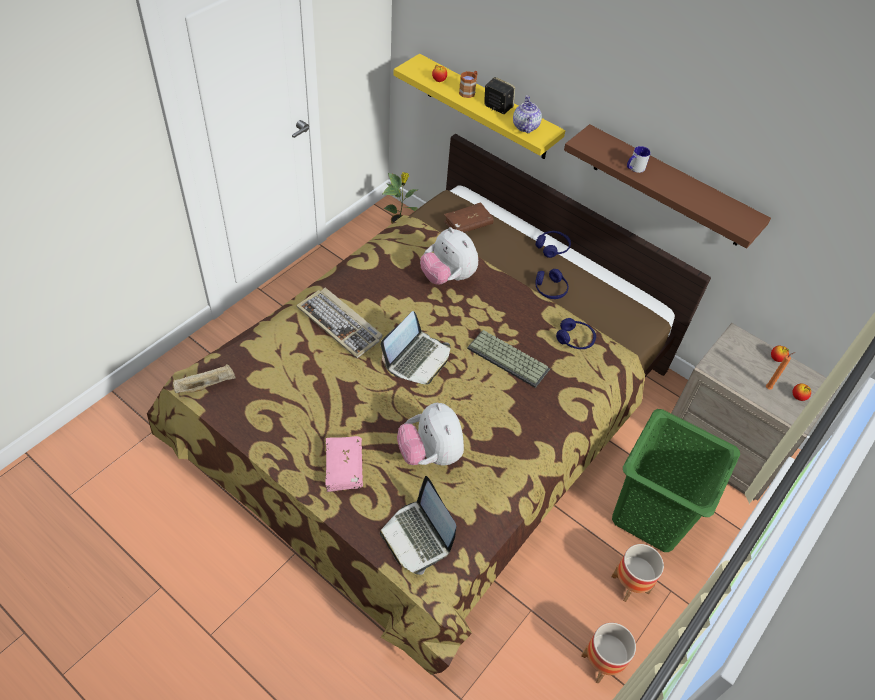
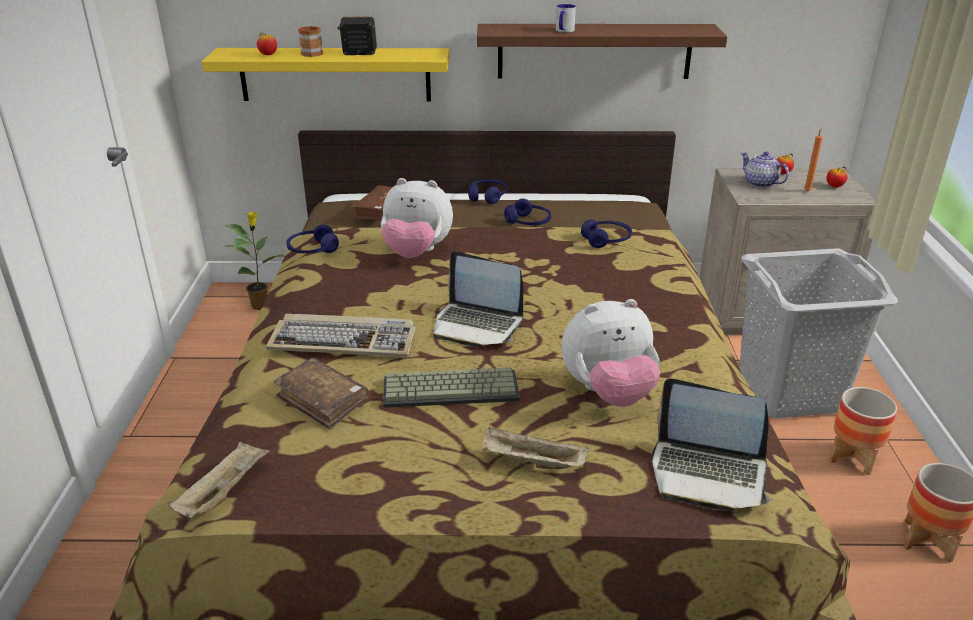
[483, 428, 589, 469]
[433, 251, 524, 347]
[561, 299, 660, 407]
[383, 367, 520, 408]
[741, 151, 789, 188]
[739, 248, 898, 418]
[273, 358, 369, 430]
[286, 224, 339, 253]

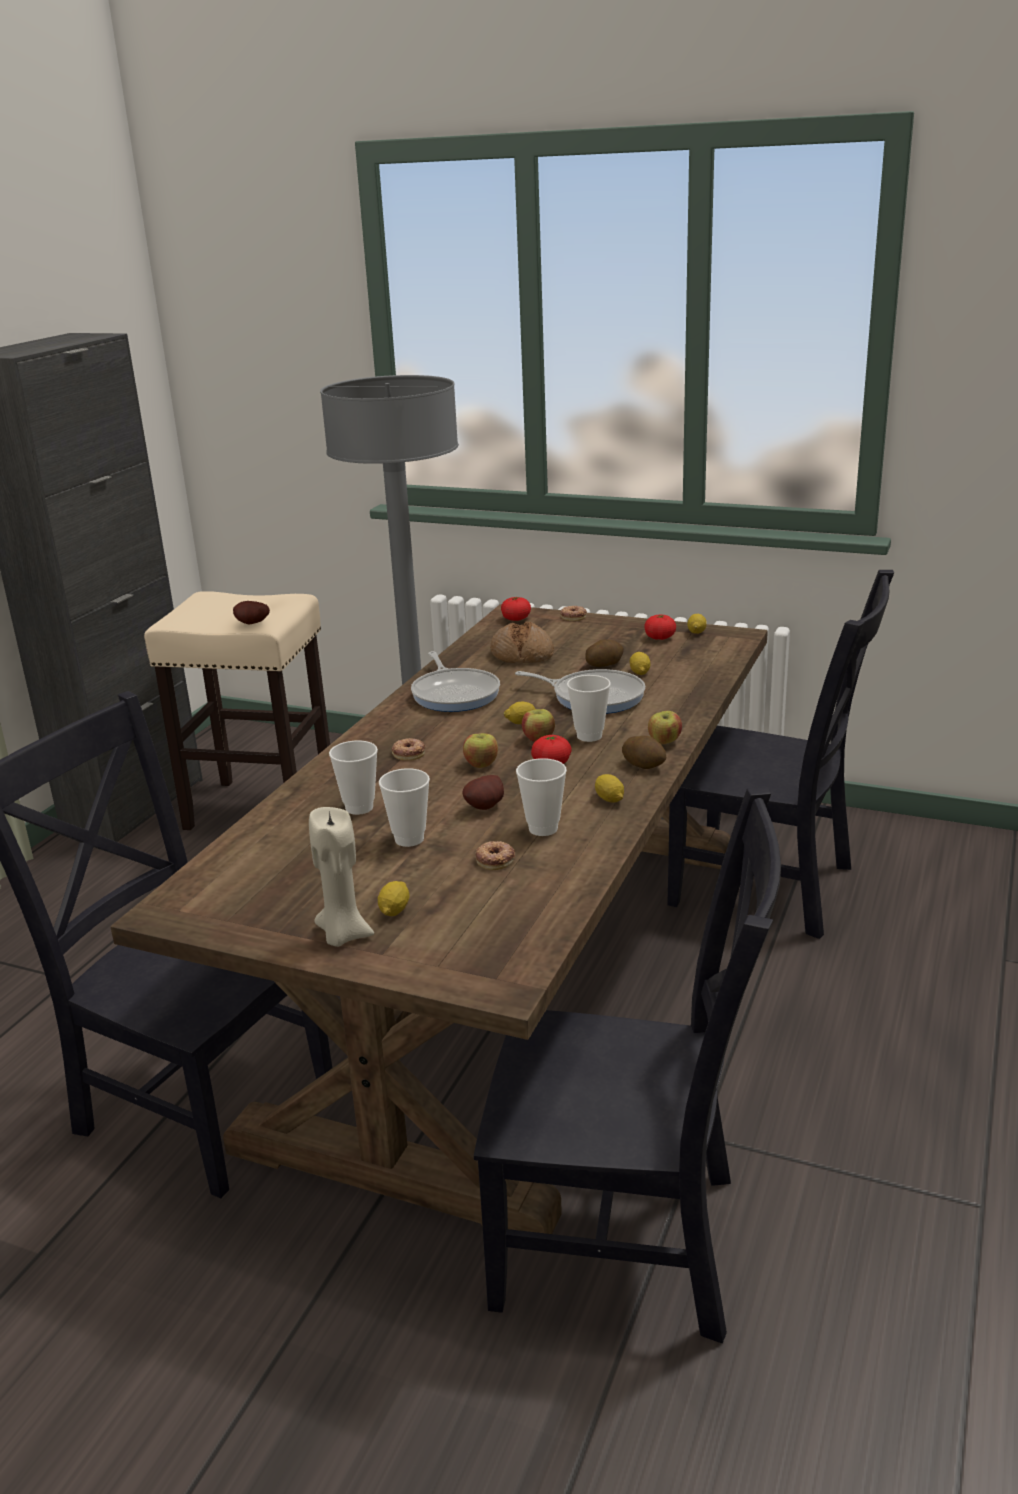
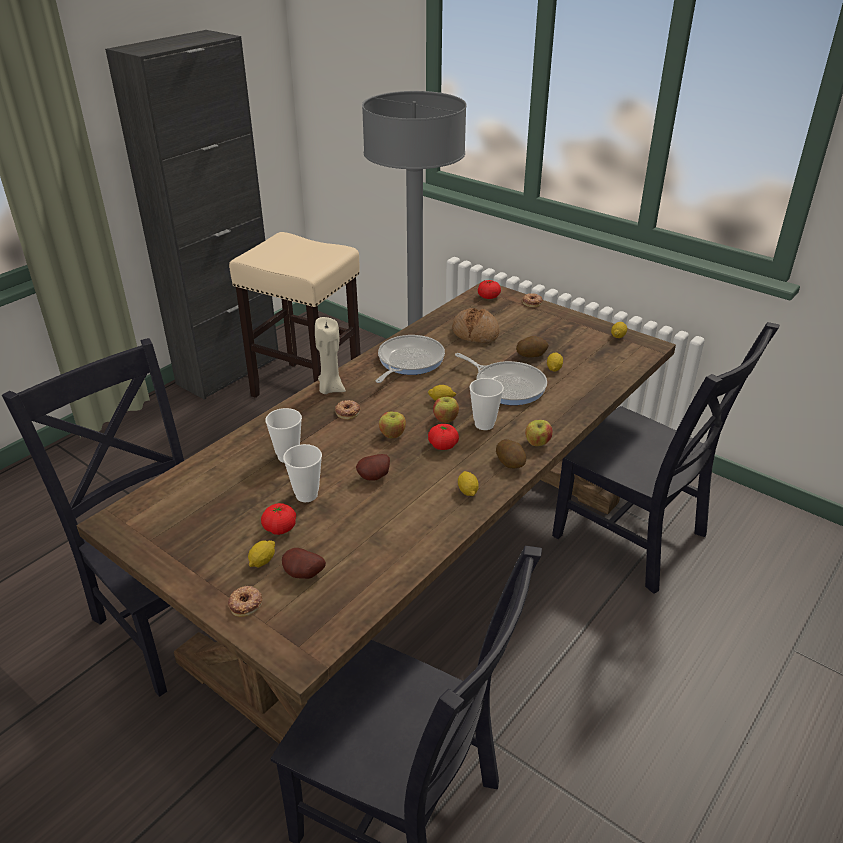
[282, 548, 326, 579]
[315, 317, 346, 394]
[376, 335, 445, 383]
[228, 586, 263, 617]
[516, 758, 567, 836] (first image)
[261, 503, 296, 535]

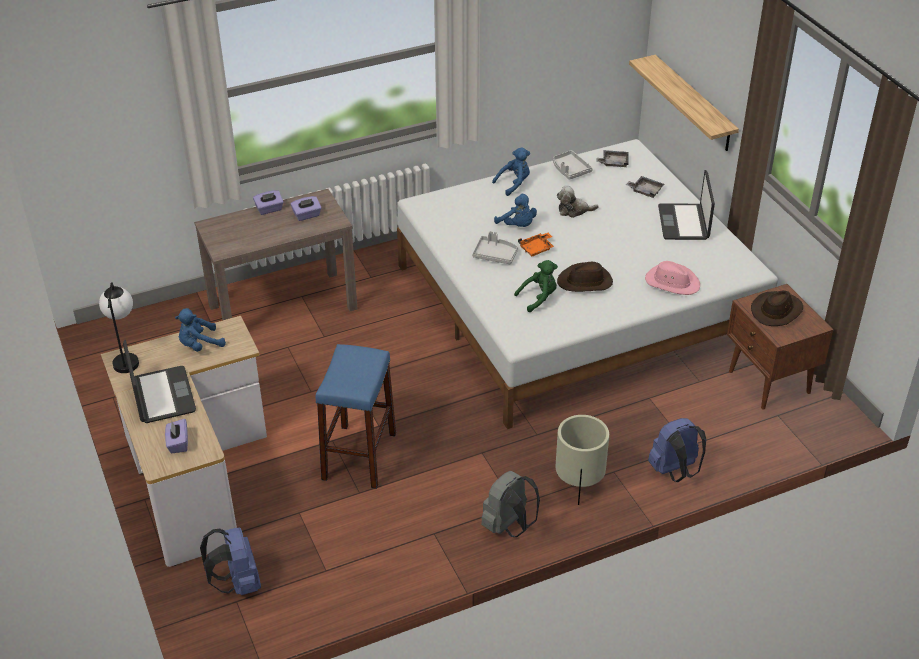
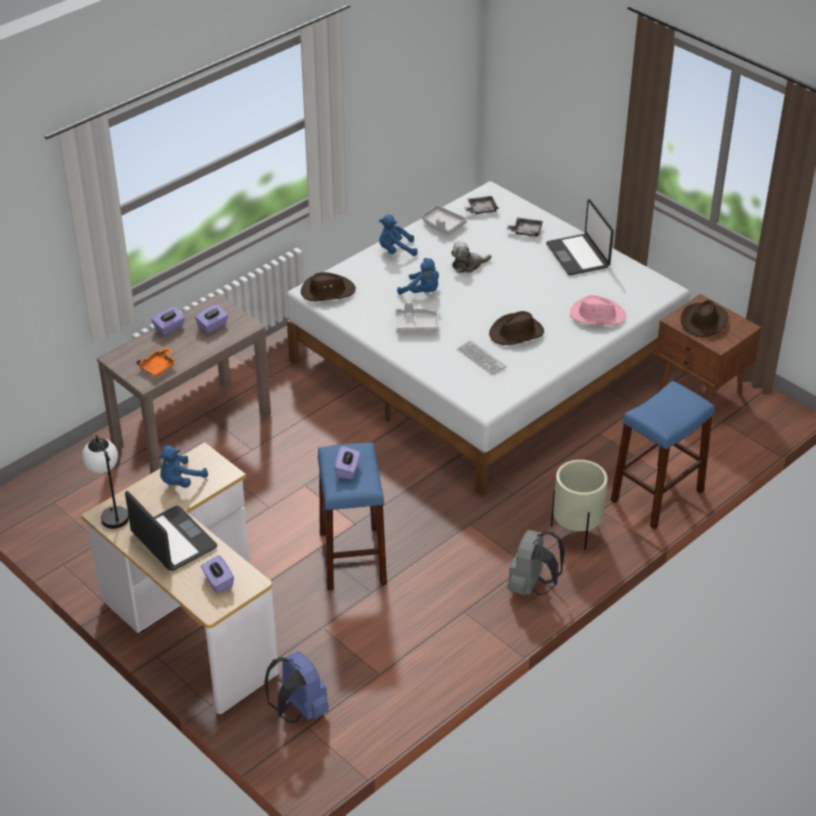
[379, 215, 418, 256]
[457, 340, 506, 375]
[136, 347, 177, 377]
[629, 55, 739, 151] (first image)
[611, 381, 715, 529]
[301, 272, 356, 302]
[334, 446, 360, 479]

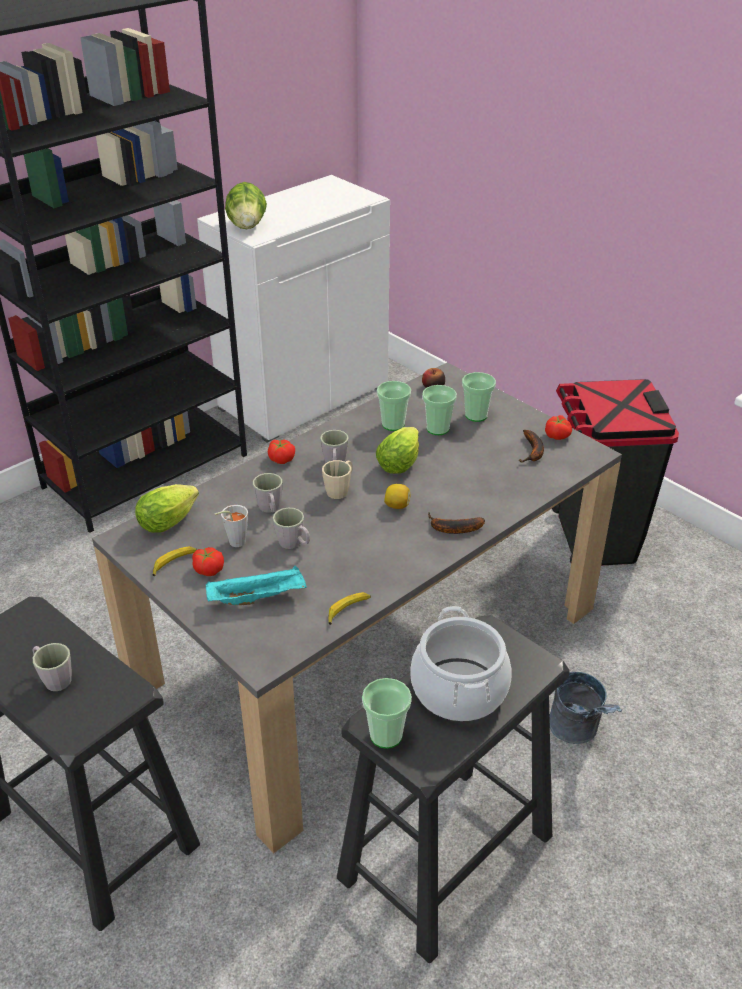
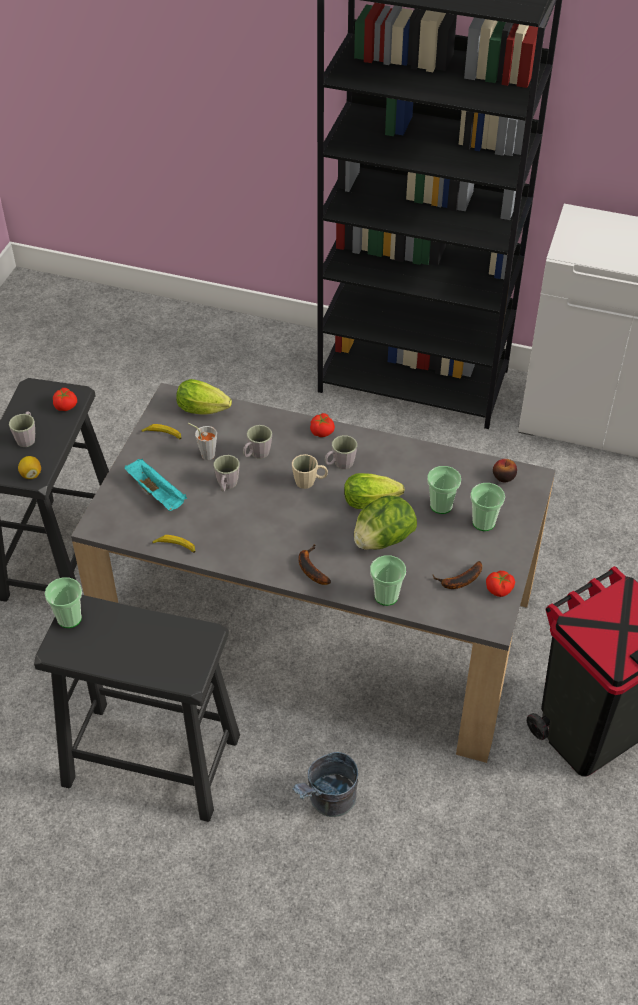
[53, 388, 77, 411]
[354, 496, 417, 550]
[370, 555, 406, 606]
[18, 456, 41, 479]
[410, 606, 512, 721] (first image)

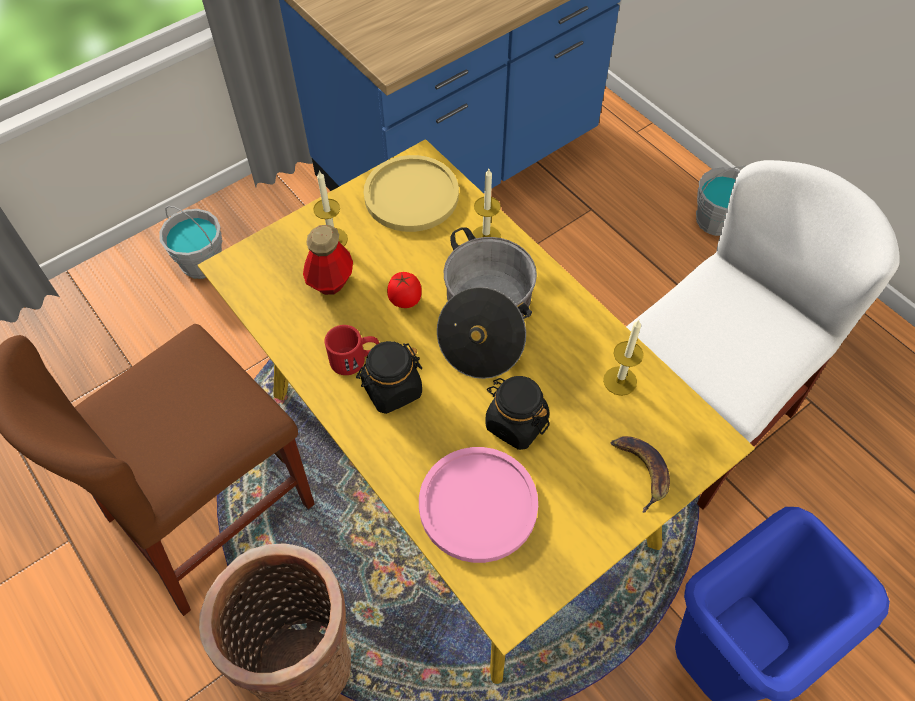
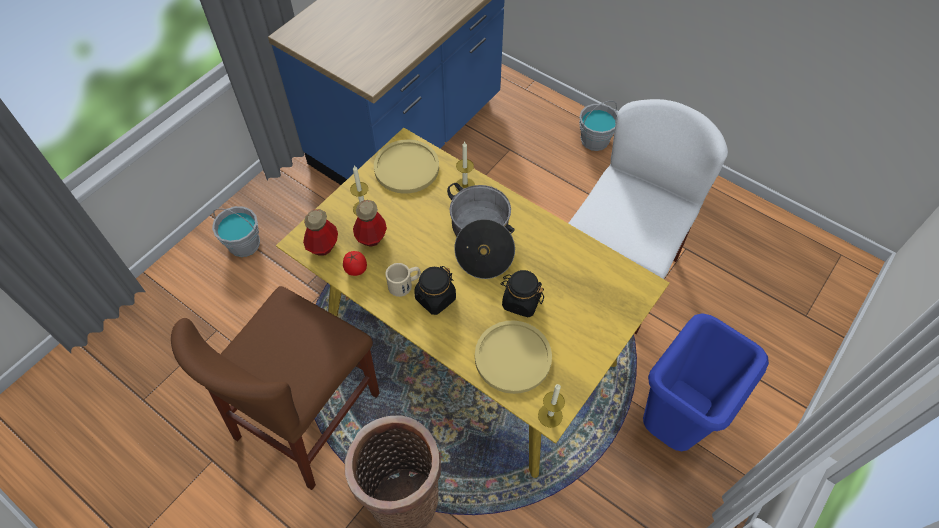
[386, 263, 421, 297]
[343, 251, 367, 276]
[475, 320, 552, 394]
[538, 384, 565, 428]
[611, 436, 670, 513] (first image)
[303, 209, 338, 256]

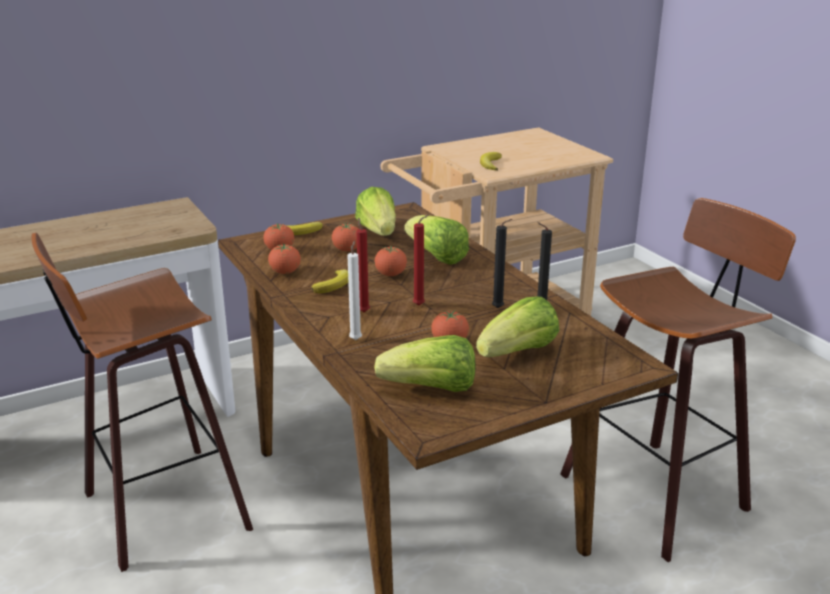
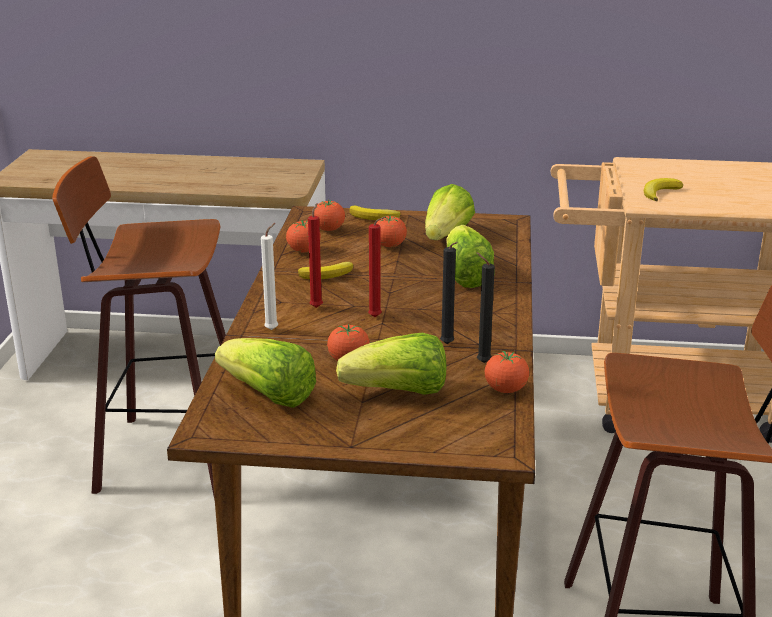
[485, 351, 529, 393]

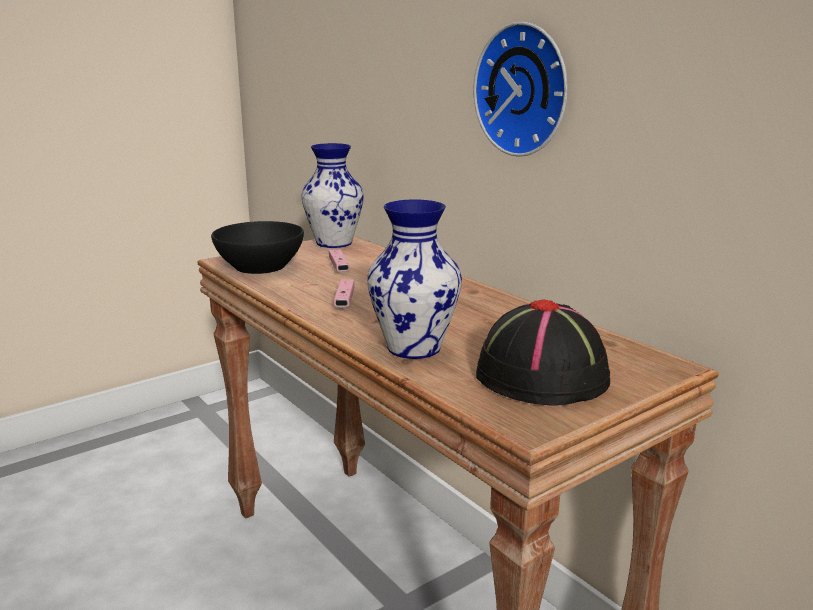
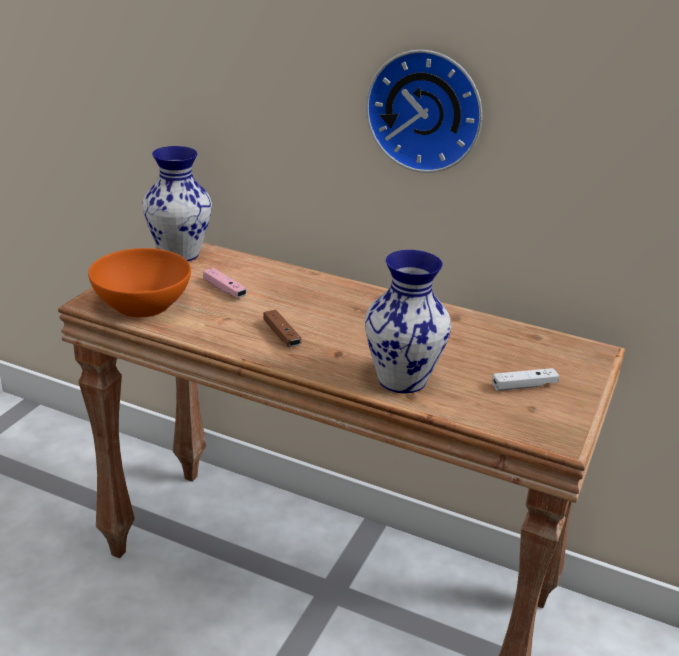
[88, 248, 191, 317]
[263, 310, 301, 347]
[492, 368, 559, 391]

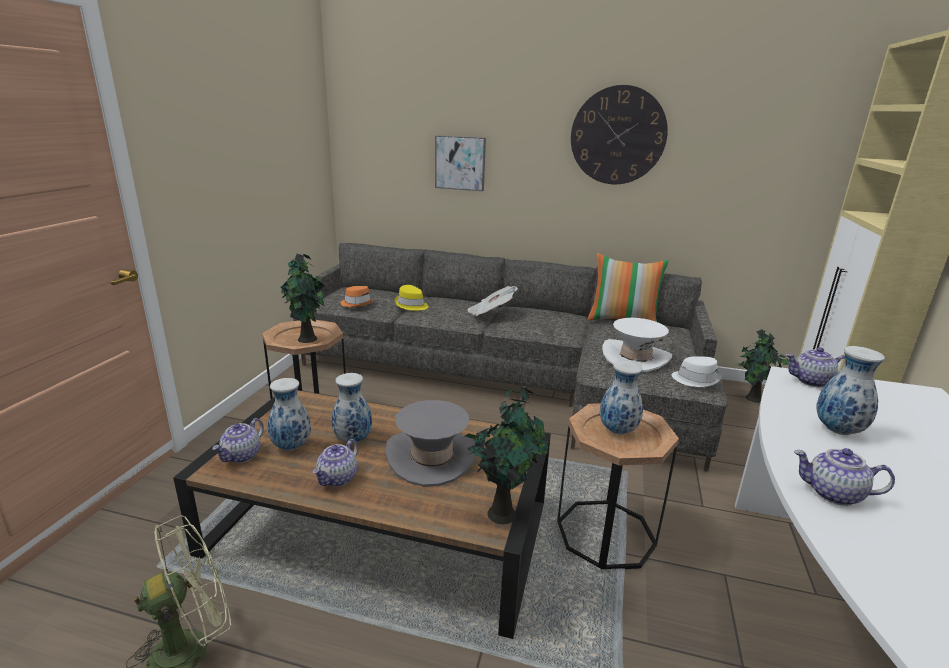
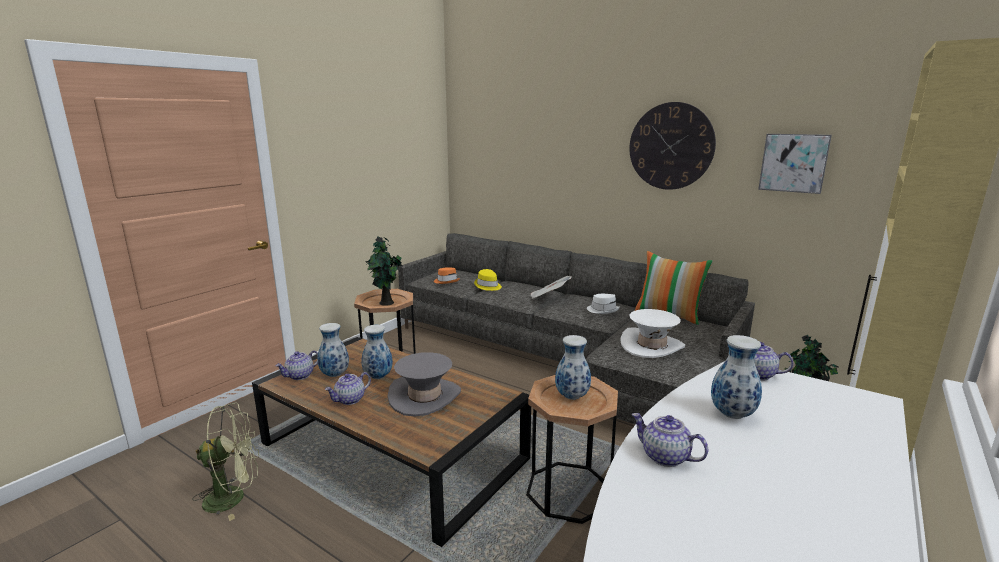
[758, 134, 832, 194]
[465, 387, 549, 524] (first image)
[587, 294, 620, 314]

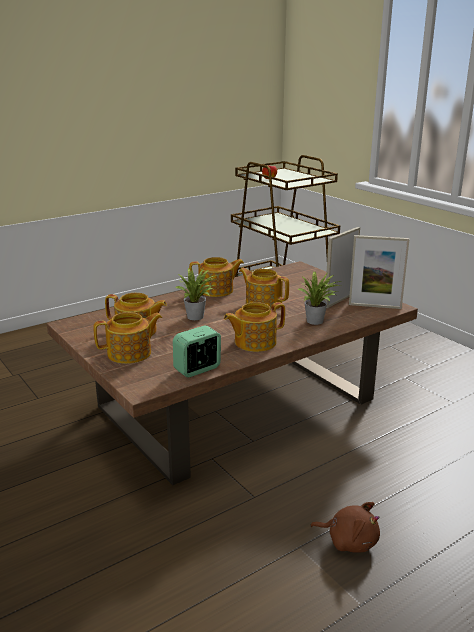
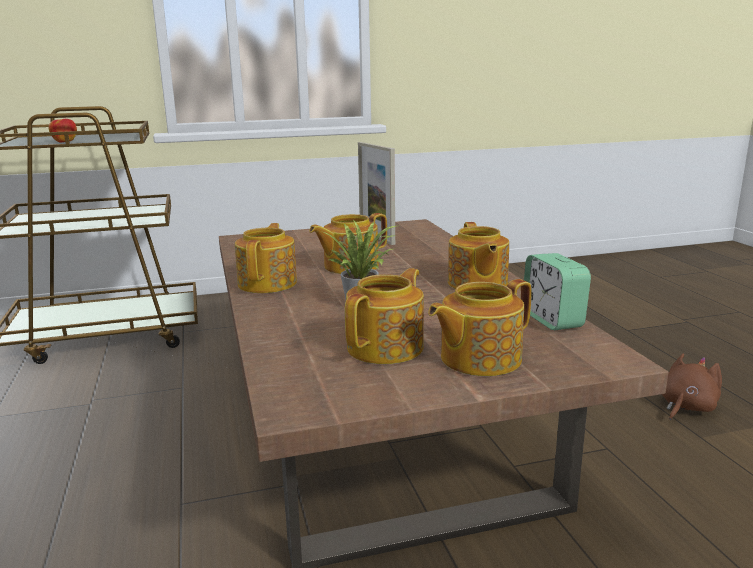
[428, 279, 532, 376]
[298, 271, 342, 325] (first image)
[349, 235, 409, 309] (first image)

